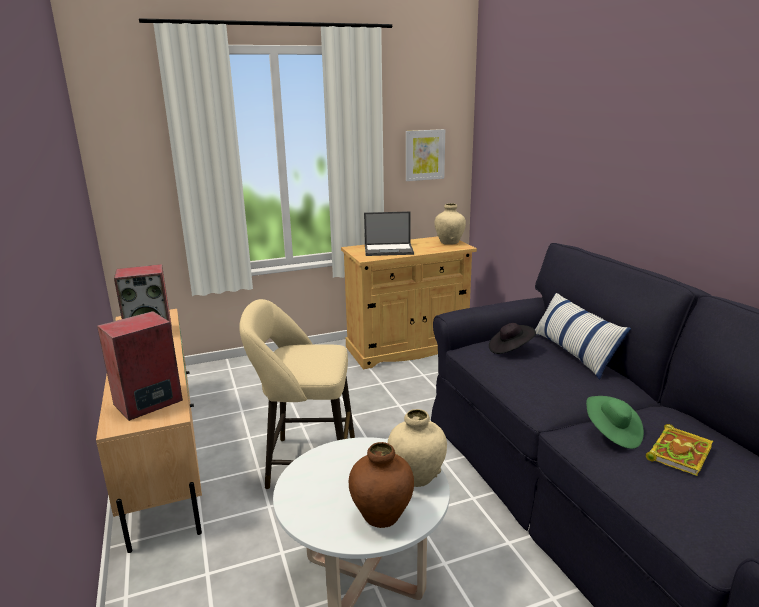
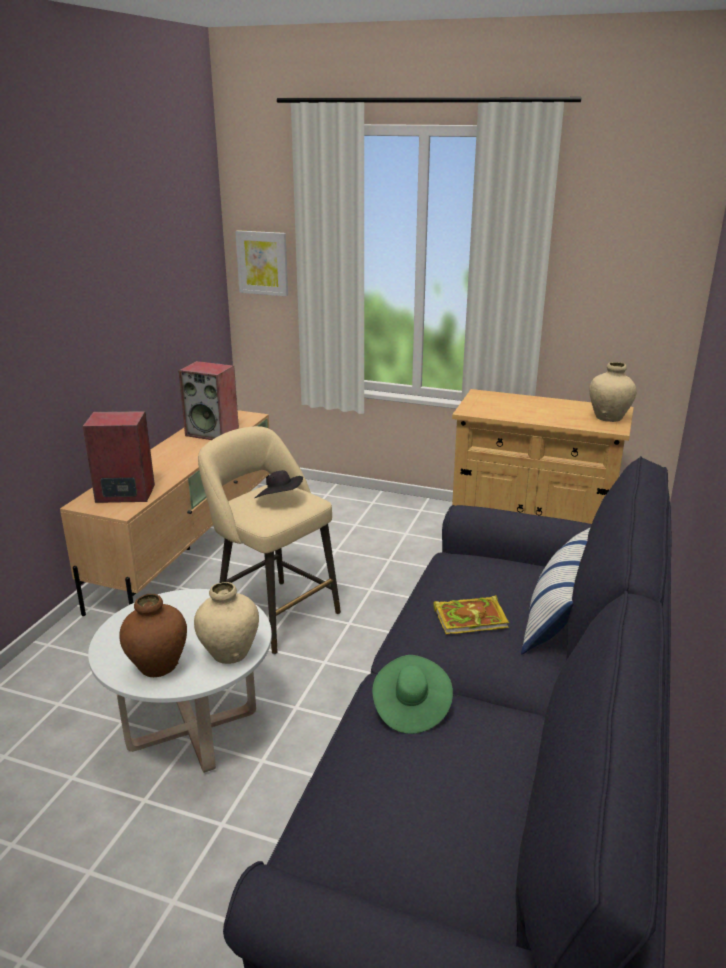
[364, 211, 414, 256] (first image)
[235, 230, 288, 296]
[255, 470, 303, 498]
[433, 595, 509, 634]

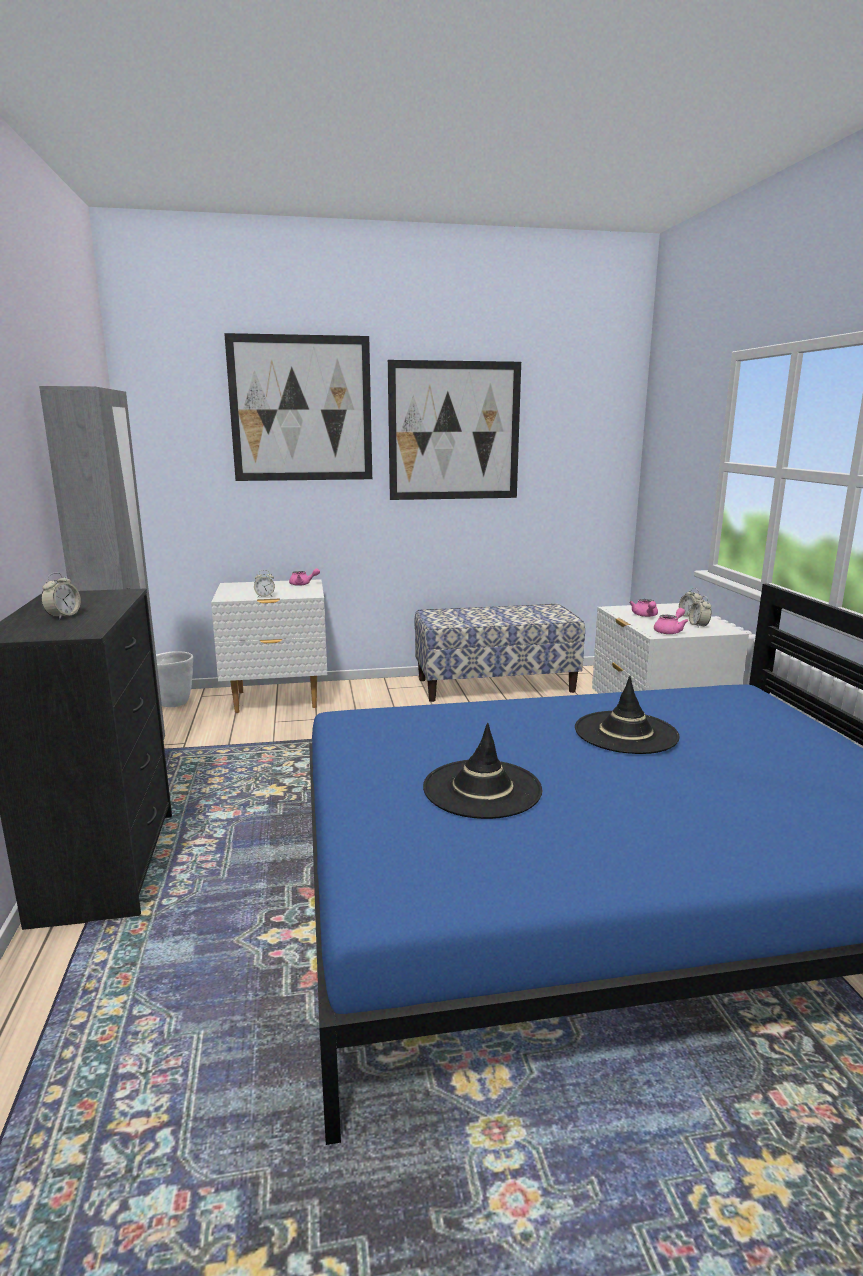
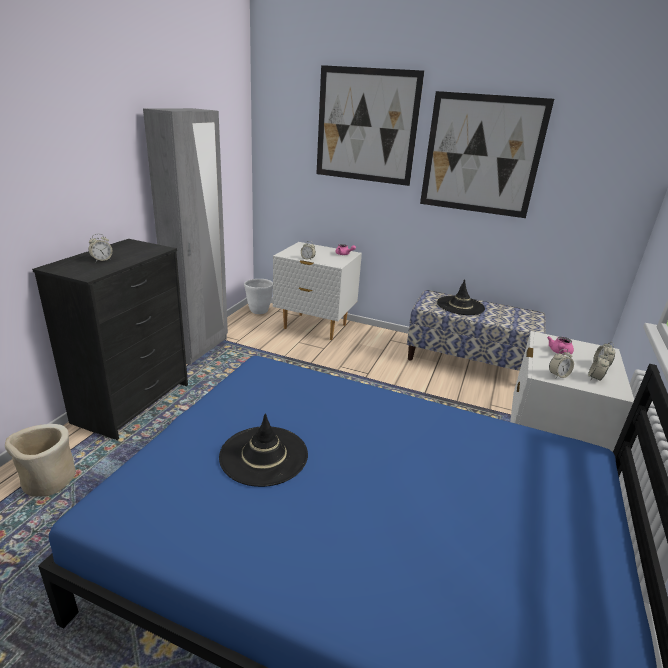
[437, 279, 485, 315]
[549, 349, 574, 378]
[5, 424, 76, 497]

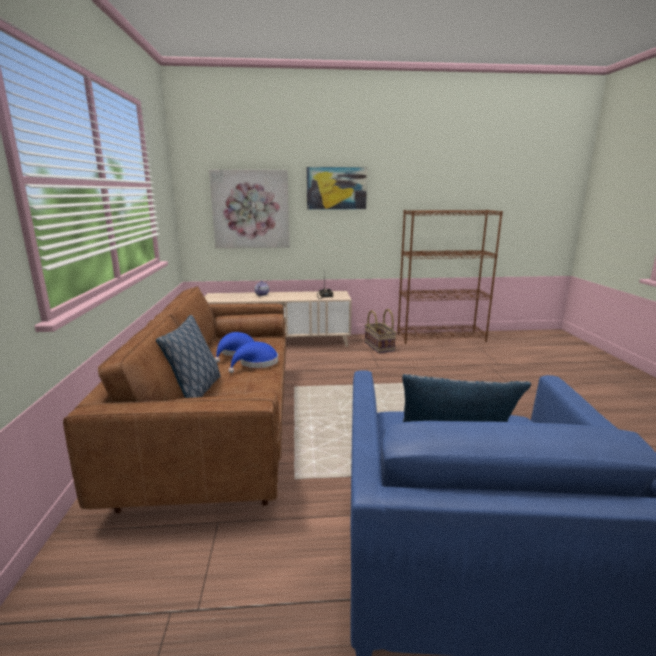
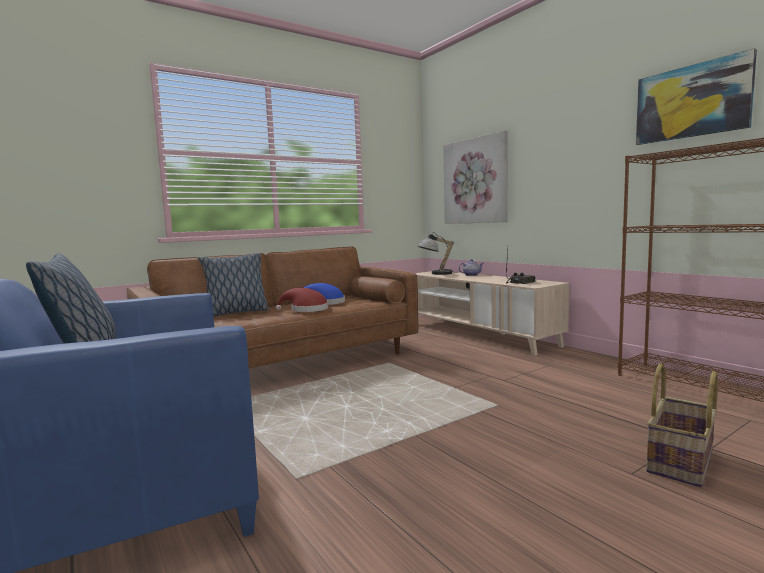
[276, 288, 328, 312]
[636, 48, 757, 145]
[646, 363, 718, 487]
[418, 232, 454, 275]

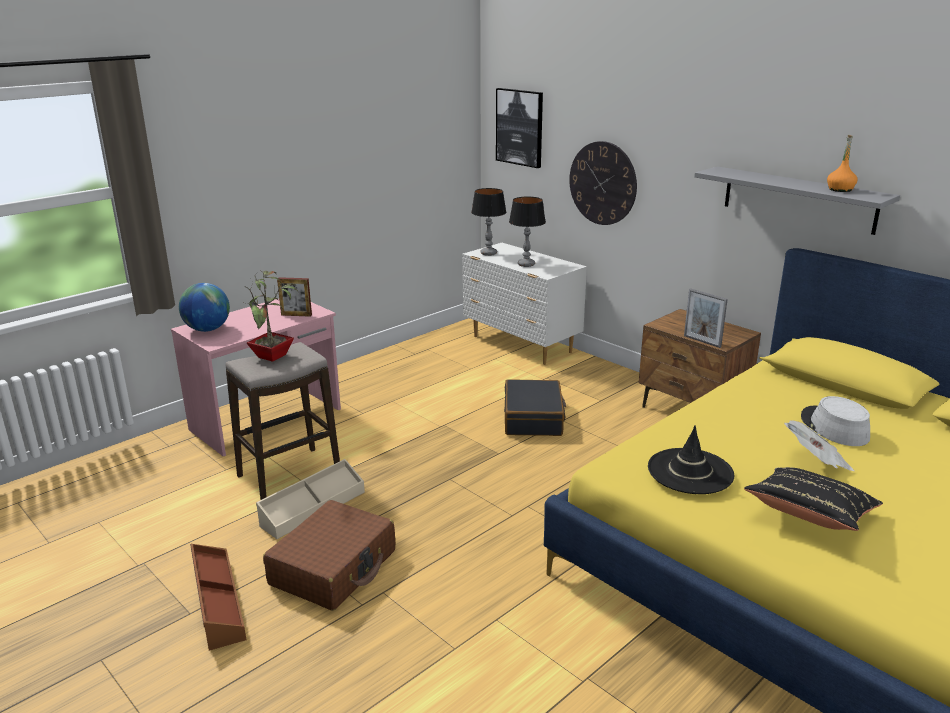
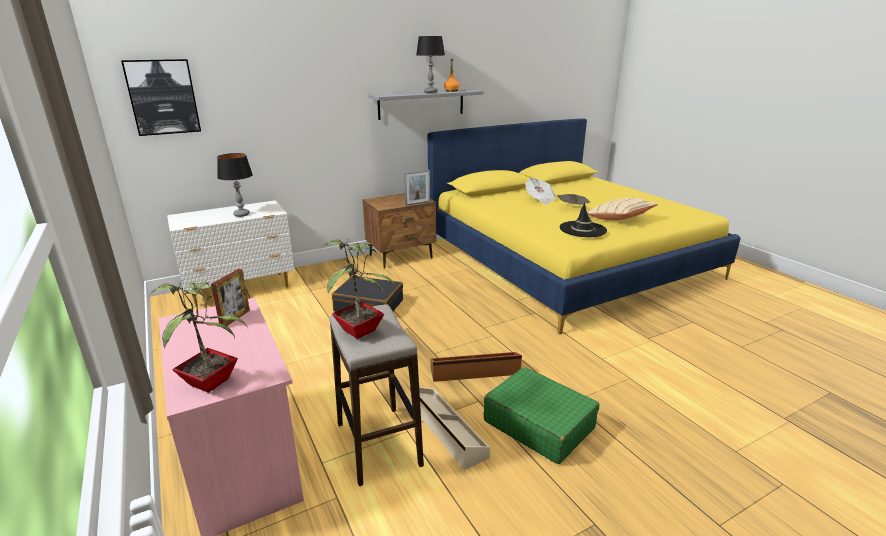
[149, 280, 247, 393]
[430, 352, 522, 382]
[484, 367, 599, 464]
[416, 36, 445, 93]
[569, 141, 637, 225] (first image)
[587, 198, 658, 220]
[525, 178, 556, 204]

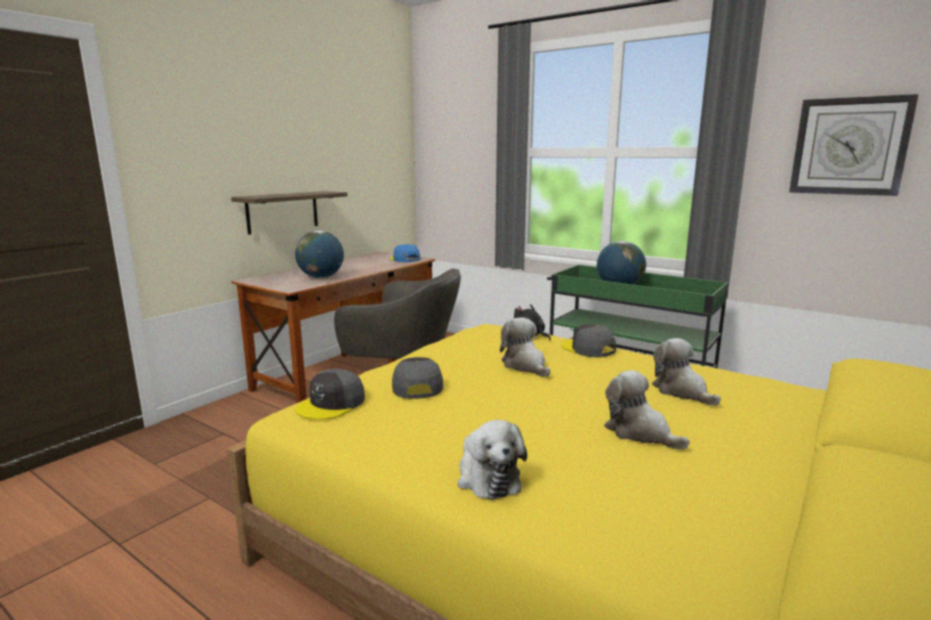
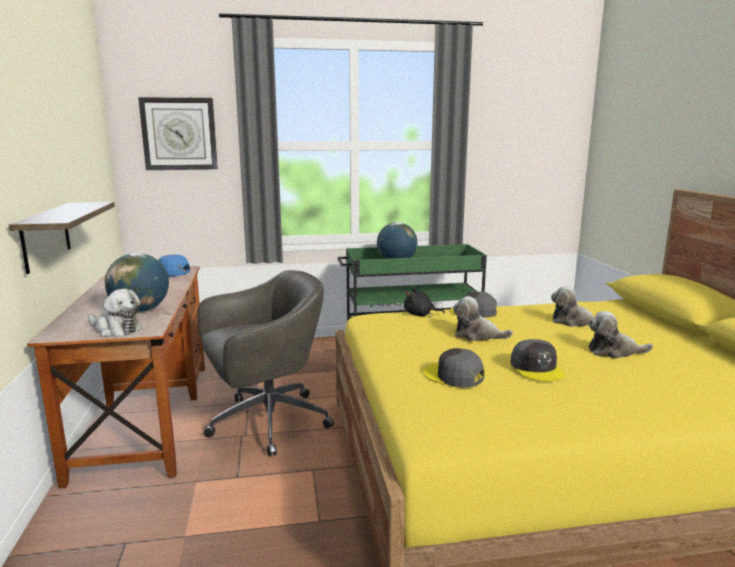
[510, 339, 565, 381]
[88, 289, 142, 337]
[138, 97, 218, 170]

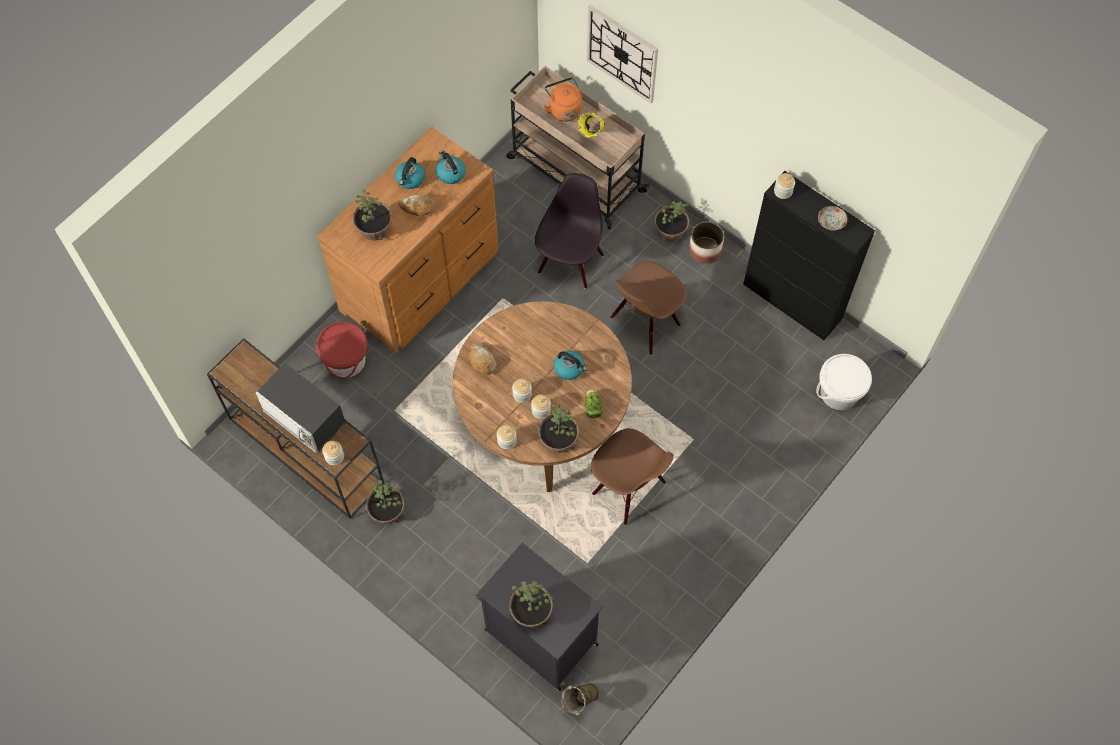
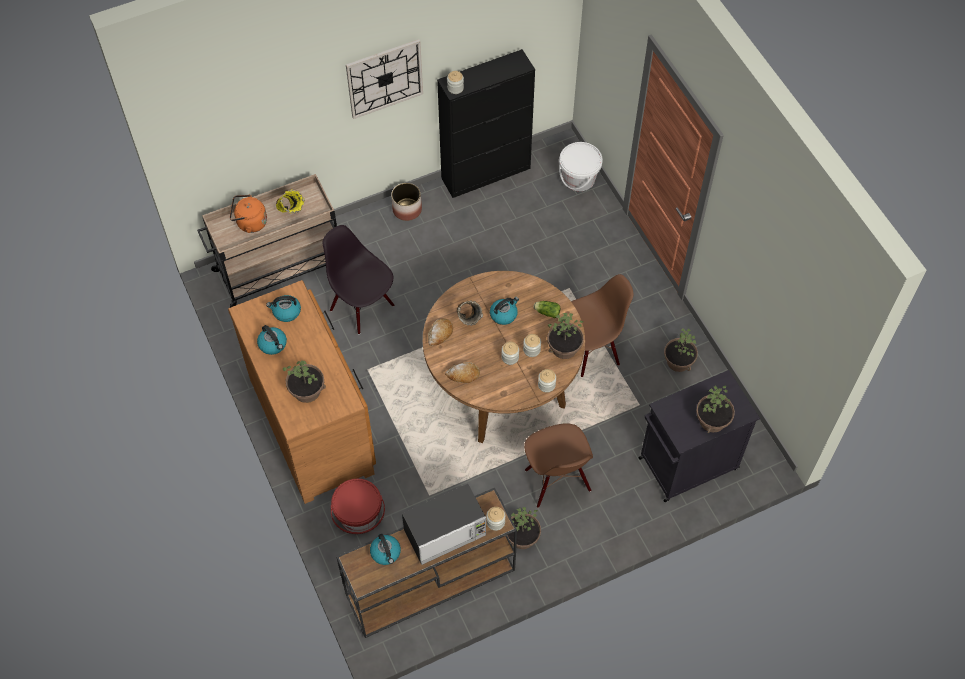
[428, 319, 453, 346]
[457, 301, 483, 326]
[346, 39, 423, 119]
[524, 423, 593, 508]
[664, 328, 698, 372]
[818, 206, 847, 231] (first image)
[370, 534, 401, 565]

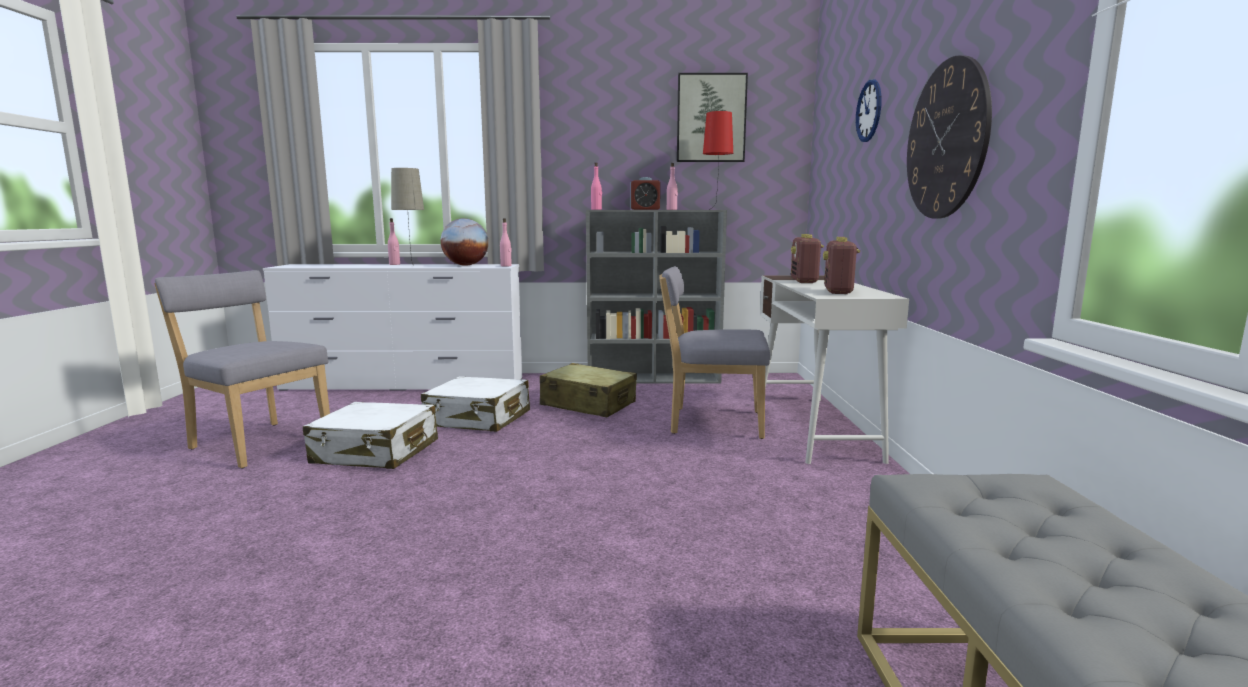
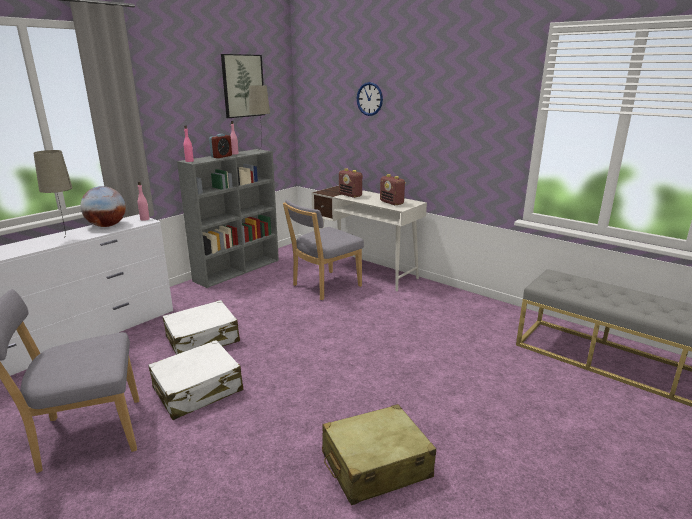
[388, 218, 400, 265] (first image)
[322, 404, 436, 505]
[249, 85, 270, 147]
[907, 55, 992, 218] (first image)

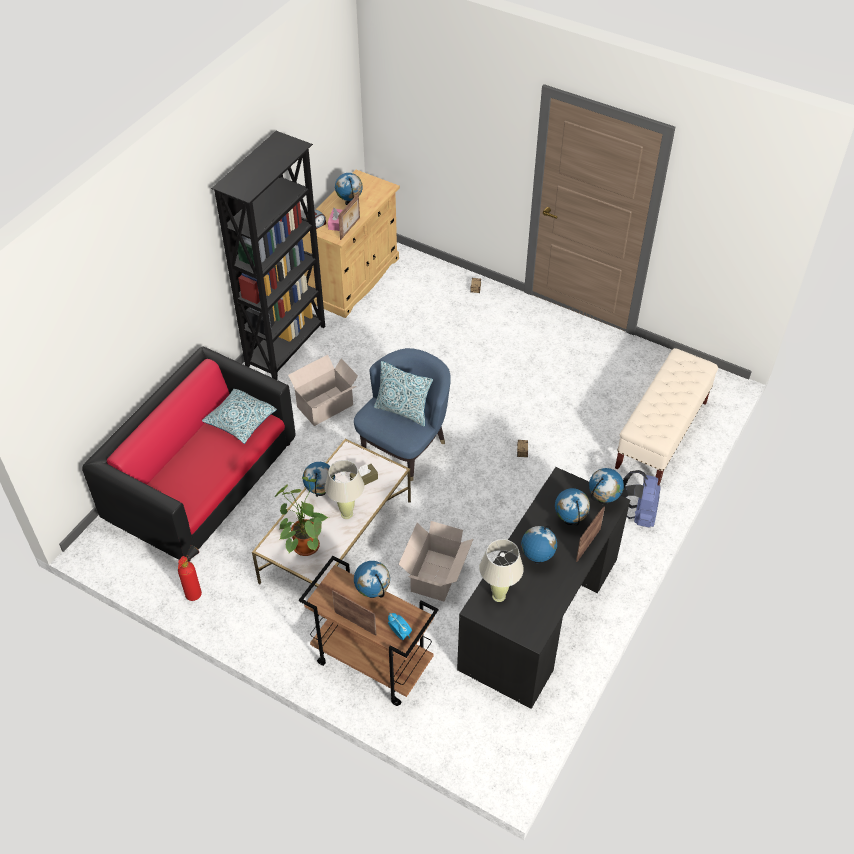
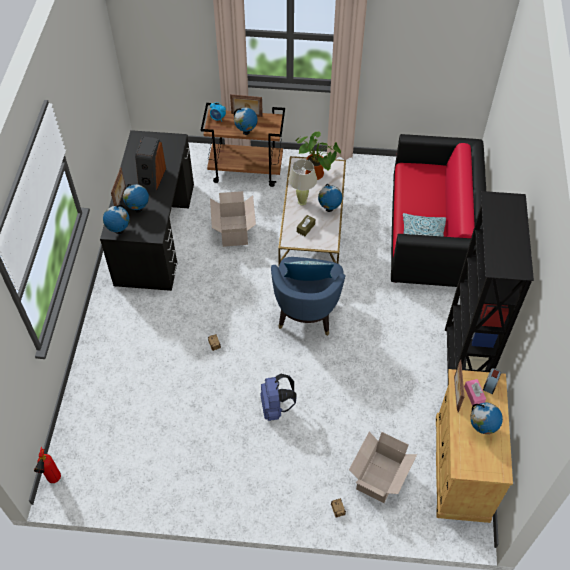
[34, 447, 61, 483]
[349, 432, 417, 503]
[479, 539, 524, 602] (first image)
[135, 136, 166, 193]
[615, 348, 718, 485] (first image)
[260, 374, 297, 421]

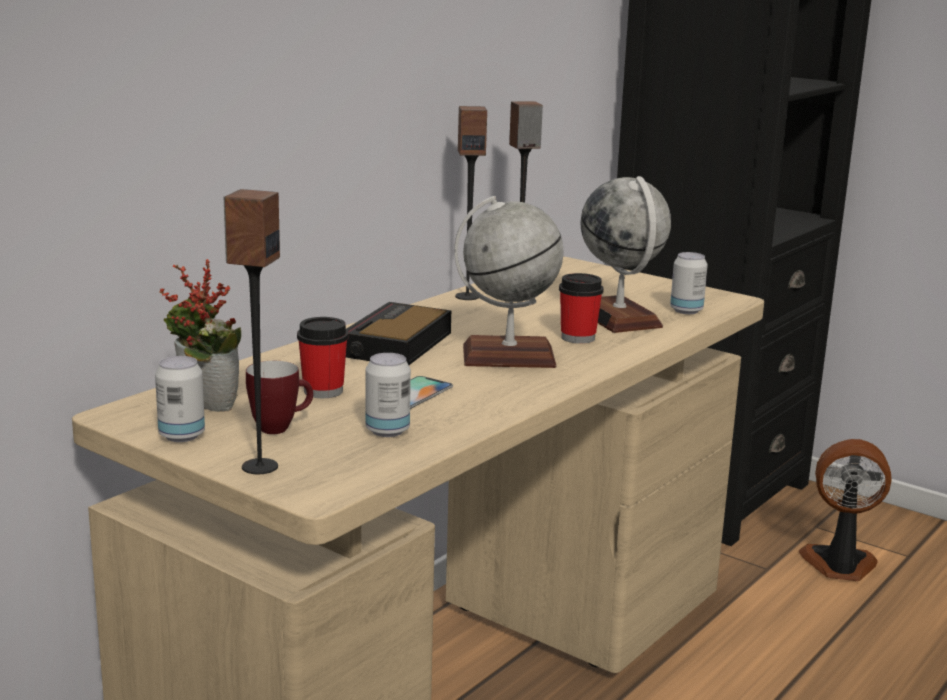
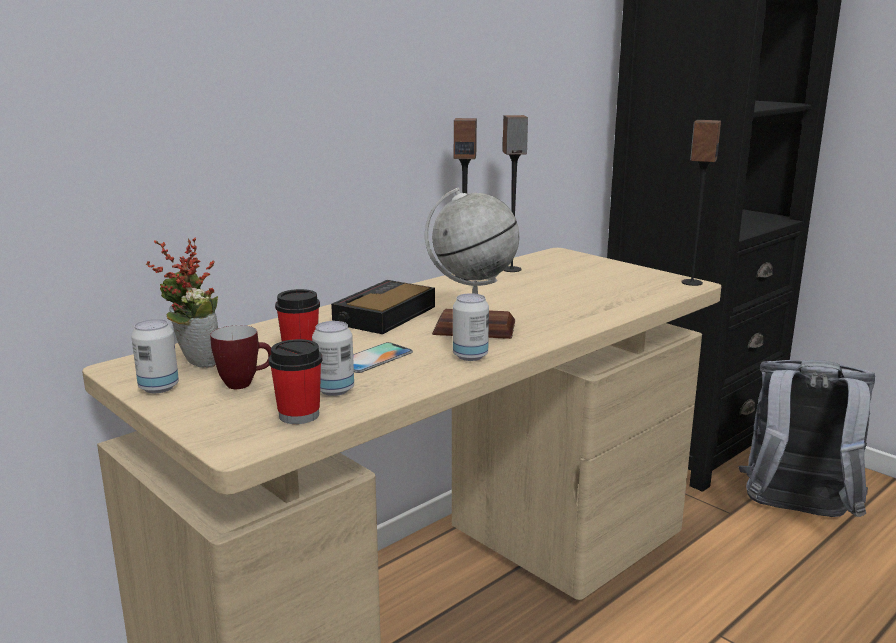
[681, 120, 721, 286]
[269, 339, 322, 424]
[580, 176, 671, 333] (first image)
[453, 293, 489, 361]
[738, 360, 875, 517]

